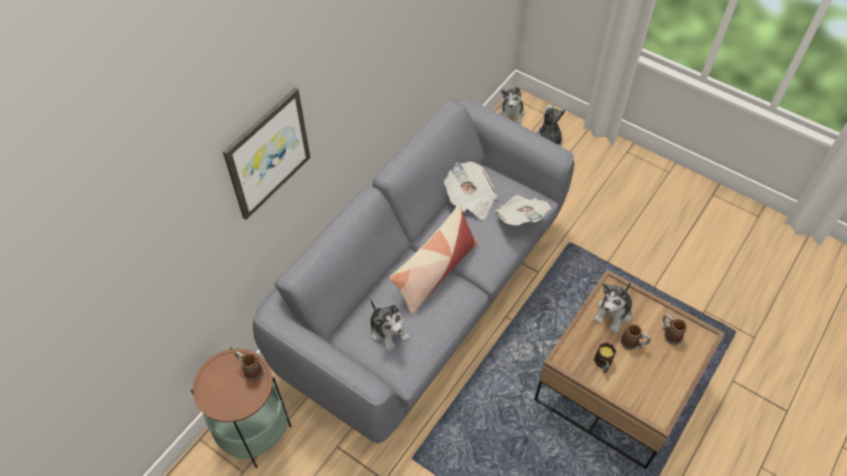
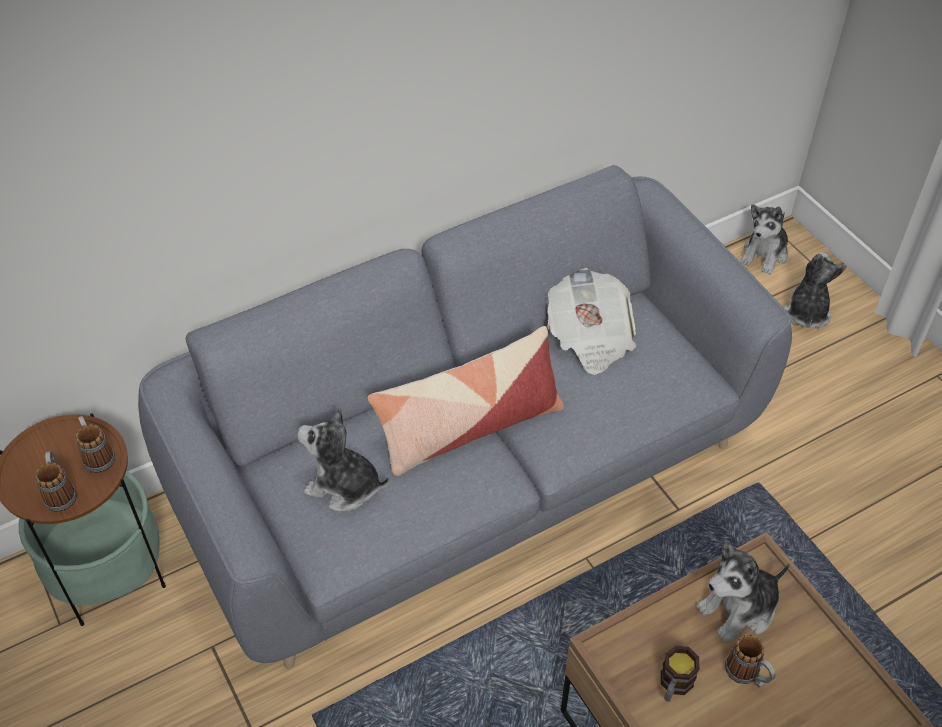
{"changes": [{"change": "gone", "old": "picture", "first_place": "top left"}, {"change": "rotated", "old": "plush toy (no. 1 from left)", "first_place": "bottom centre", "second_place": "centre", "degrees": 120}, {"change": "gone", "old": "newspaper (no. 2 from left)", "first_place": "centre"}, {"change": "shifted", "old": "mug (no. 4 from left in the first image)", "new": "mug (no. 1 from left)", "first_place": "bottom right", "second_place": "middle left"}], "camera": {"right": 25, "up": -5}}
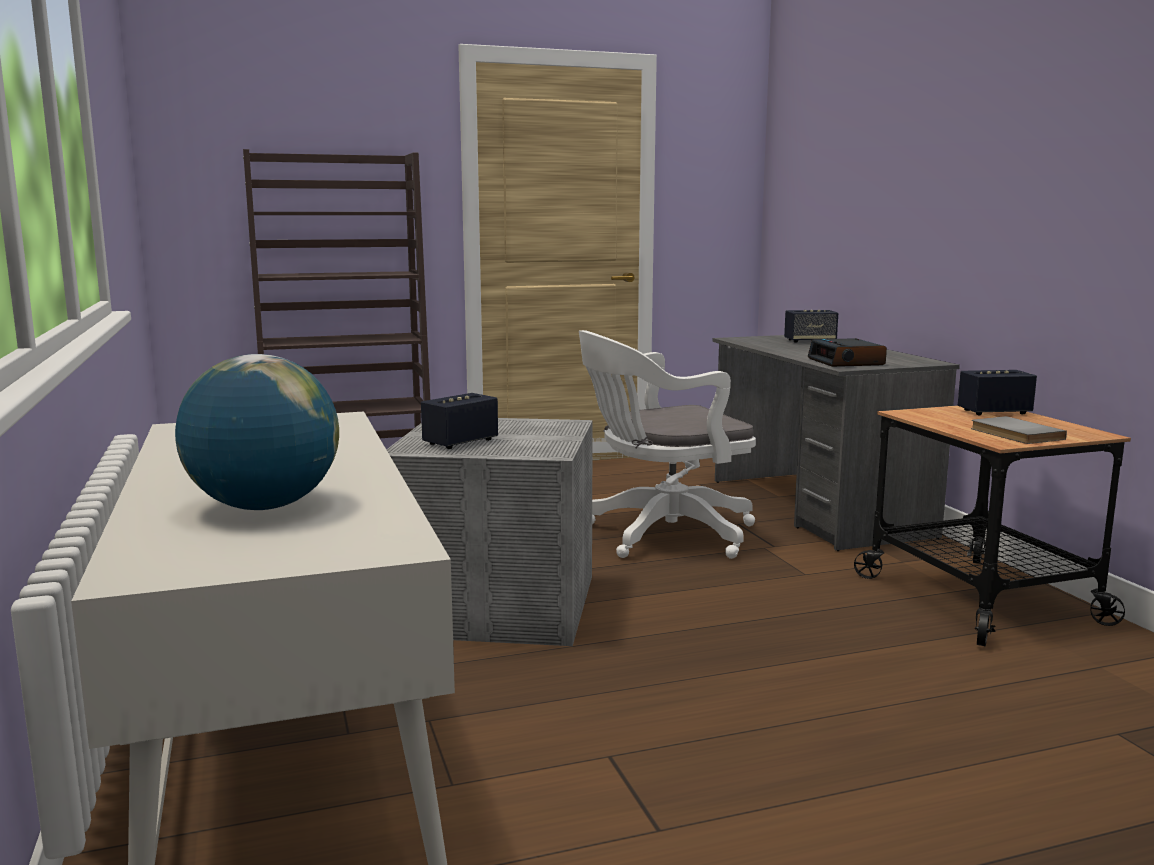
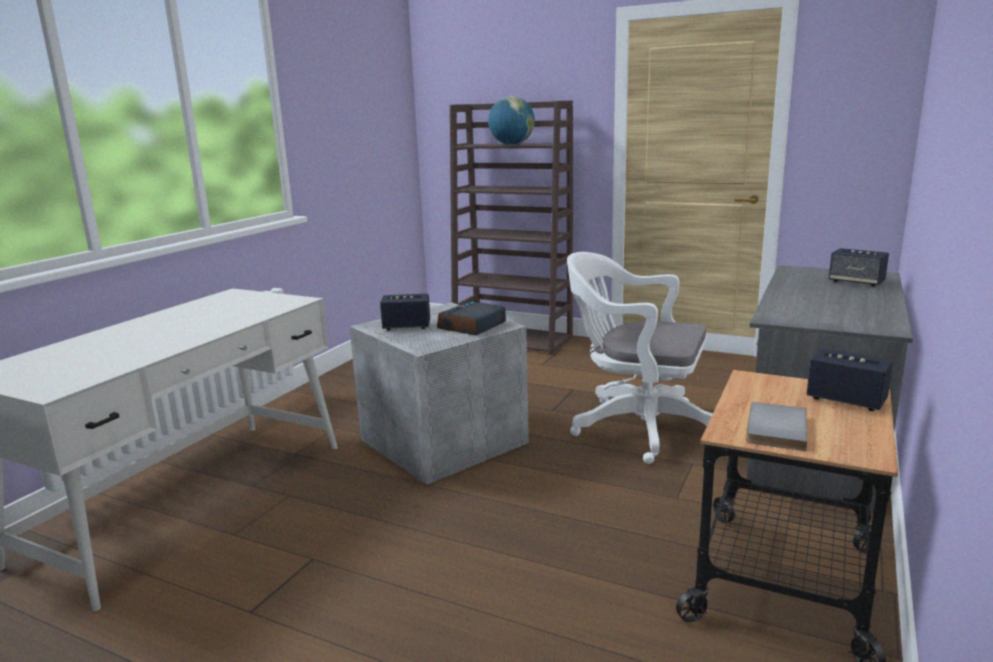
{"changes": [{"change": "shifted", "old": "globe", "first_place": "middle left", "second_place": "top centre"}, {"change": "shifted", "old": "alarm clock", "first_place": "middle right", "second_place": "centre"}], "camera": {"right": 45, "up": 5}}
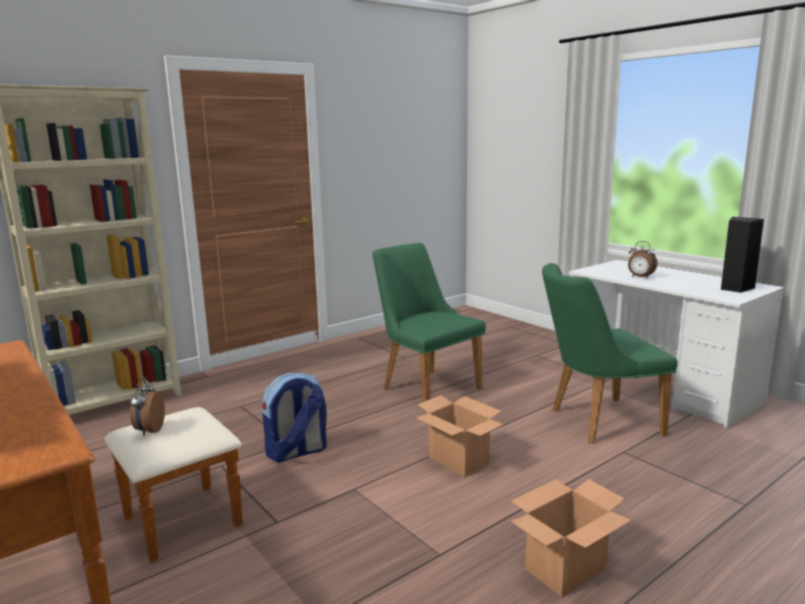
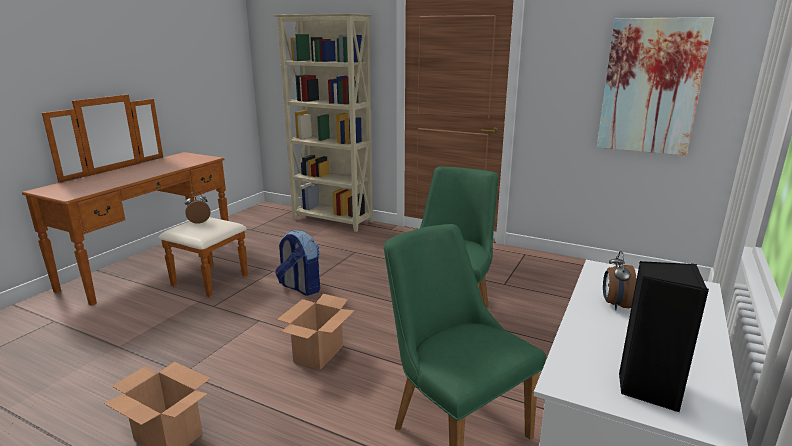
{"changes": [{"change": "new", "new": "picture", "second_place": "top right"}], "camera": {"right": 65, "up": 5}}
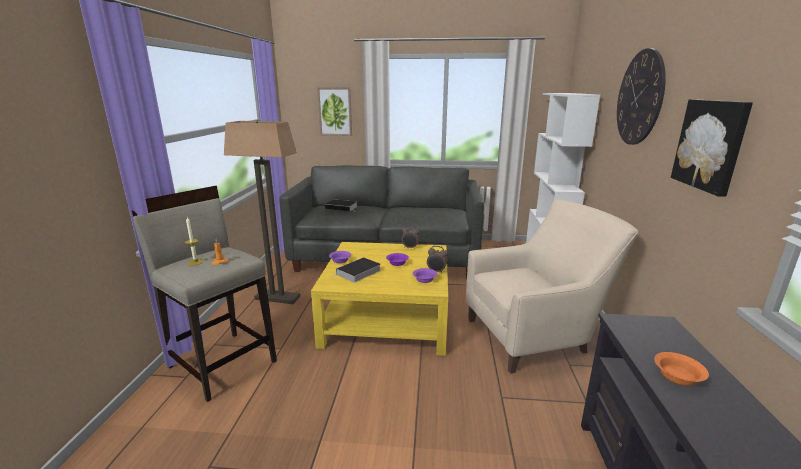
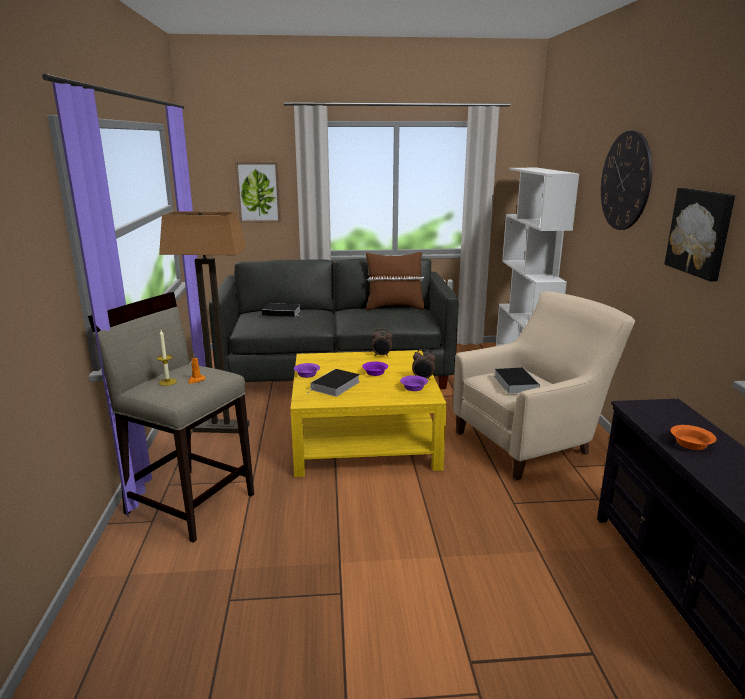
{"changes": [{"change": "new", "new": "brown pillow", "second_place": "centre"}, {"change": "new", "new": "book (no. 3 from left)", "second_place": "middle right"}], "camera": {"right": -10, "up": 0}}
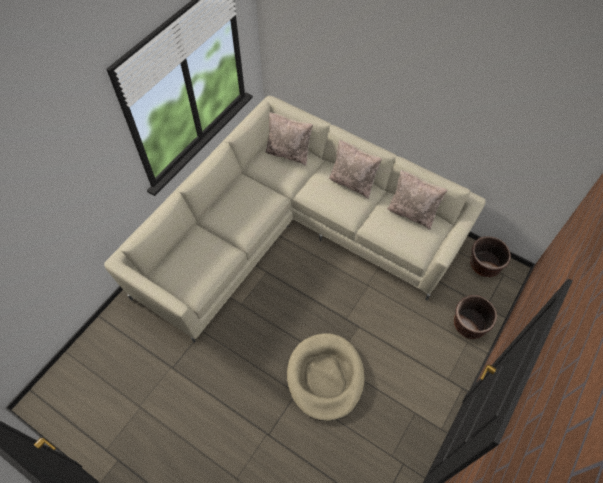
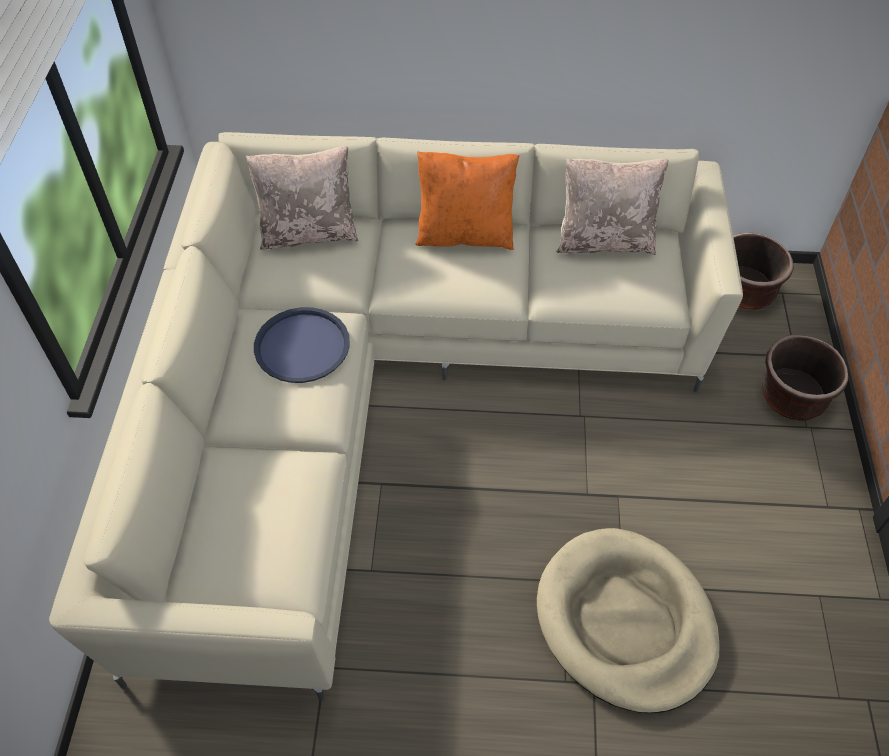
{"changes": [{"change": "repainted", "old": "beige pillow (no. 2 from left)", "new": "orange pillow", "first_place": "centre", "second_place": "top centre"}, {"change": "new", "new": "blue tray", "second_place": "centre"}], "camera": {"right": -30, "up": -5}}
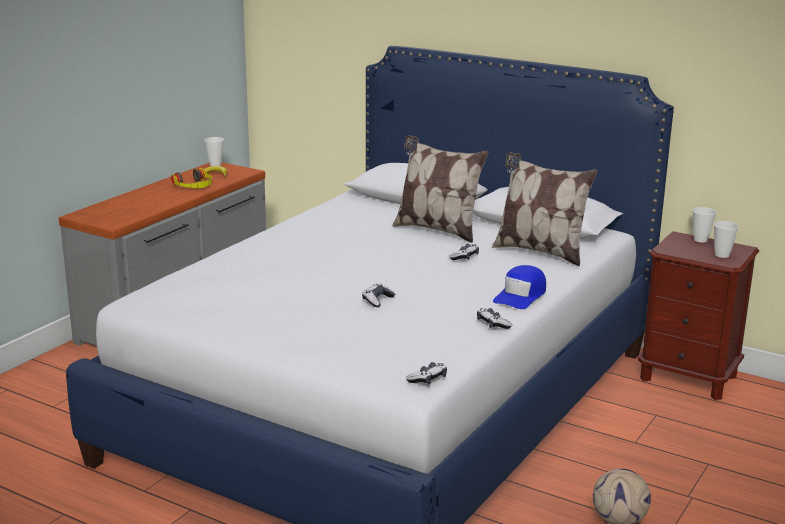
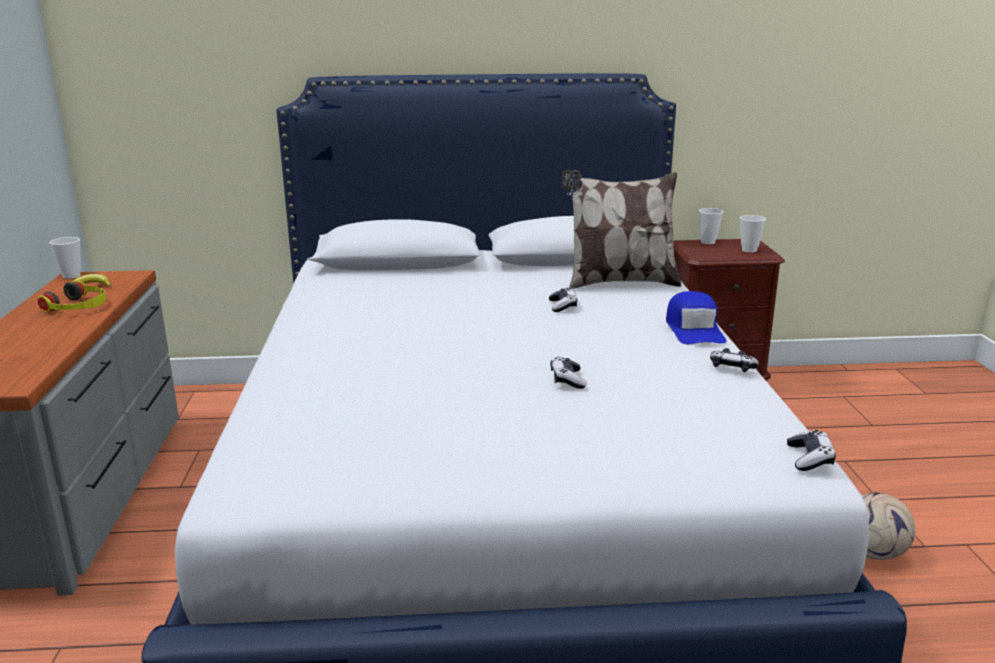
{"changes": [{"change": "gone", "old": "pillow (no. 1 from left)", "first_place": "centre"}], "camera": {"right": -35, "up": 0}}
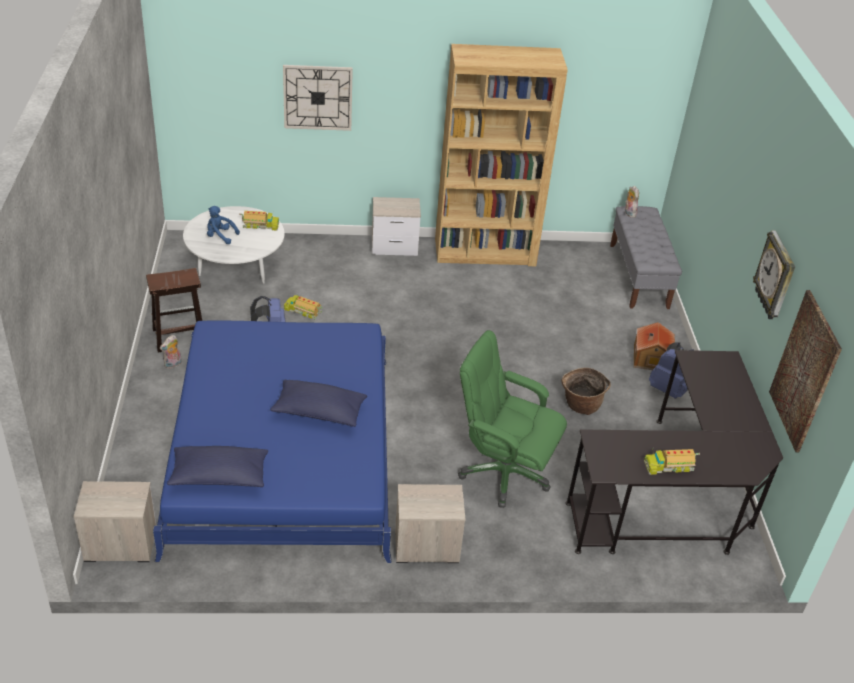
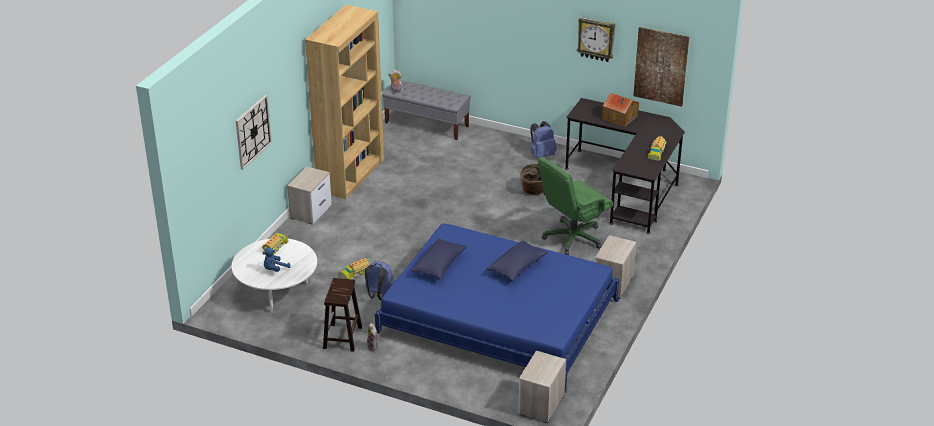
{"changes": [{"change": "shifted", "old": "blue pillow (no. 1 from left)", "first_place": "bottom left", "second_place": "centre"}, {"change": "shifted", "old": "toy house", "first_place": "middle right", "second_place": "top centre"}], "camera": {"right": -60, "up": -5}}
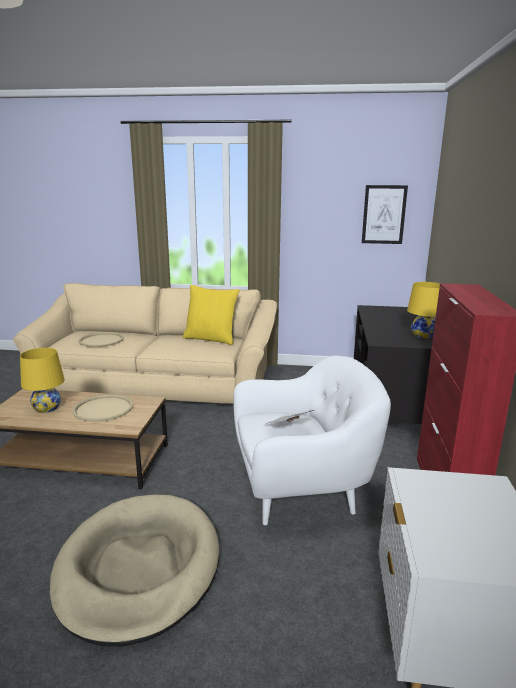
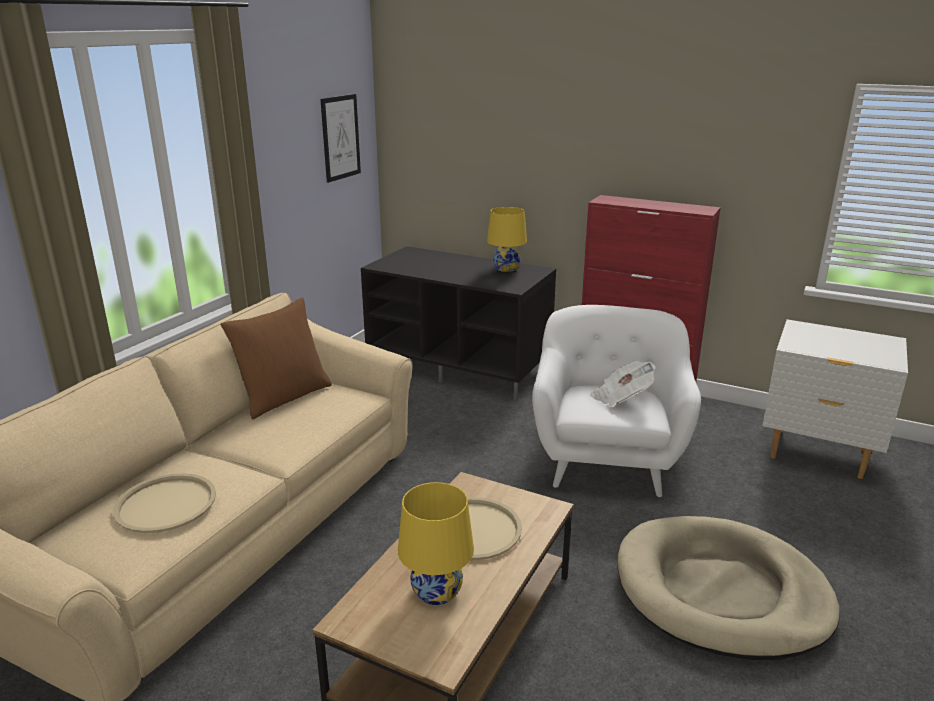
{"changes": [{"change": "repainted", "old": "yellow pillow", "new": "brown pillow", "first_place": "centre", "second_place": "middle left"}], "camera": {"right": -70, "up": 5}}
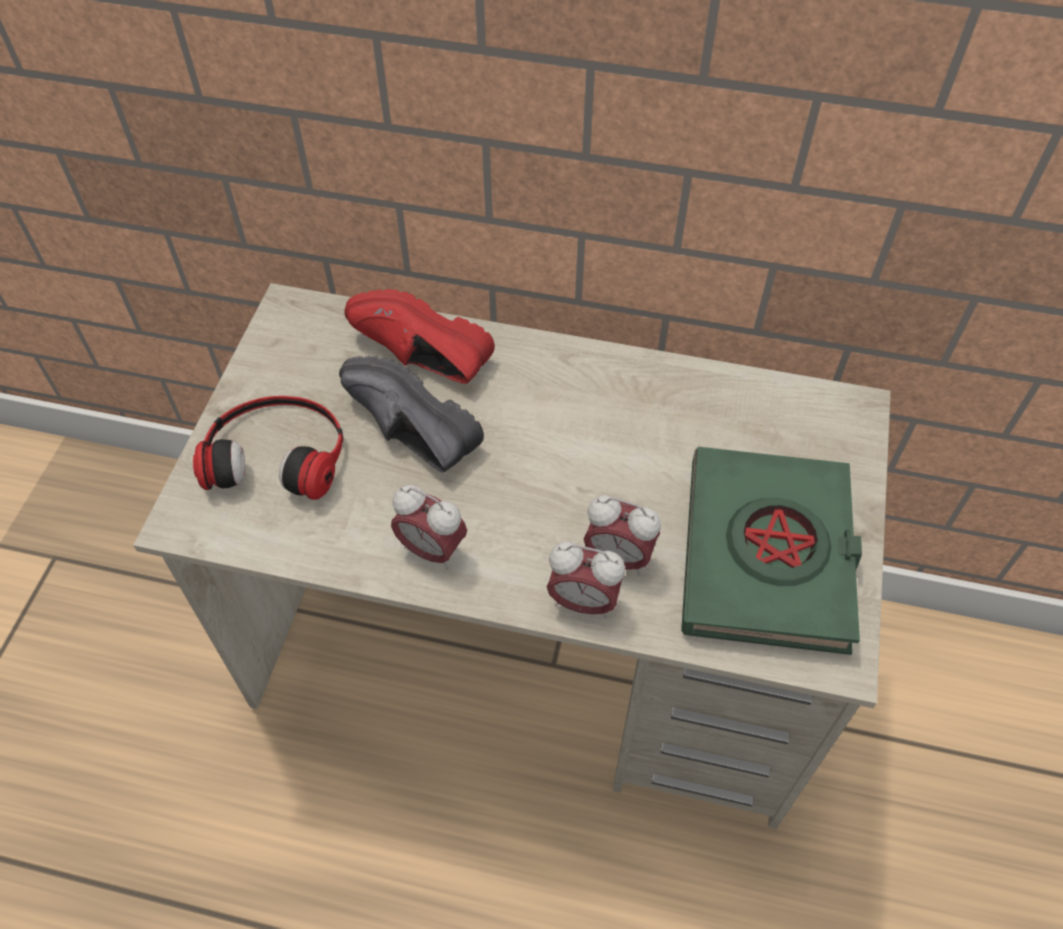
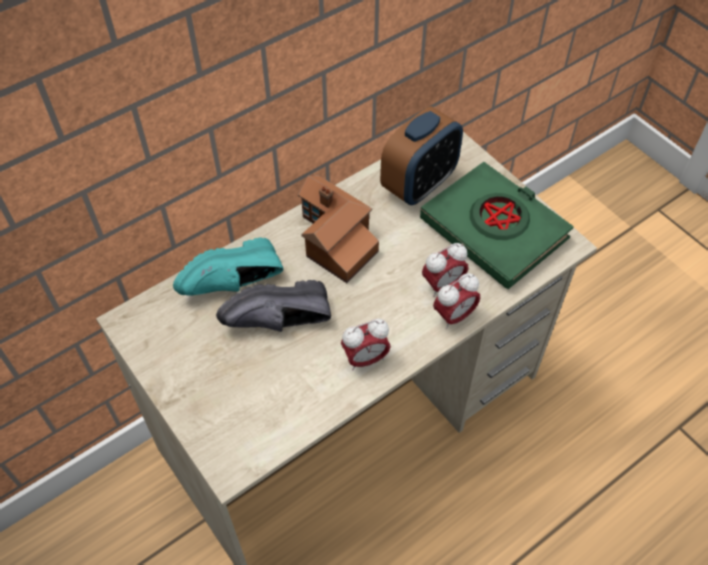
{"changes": [{"change": "gone", "old": "headphones", "first_place": "middle left"}, {"change": "repainted", "old": "red shoe", "new": "turquoise shoe", "first_place": "centre", "second_place": "middle left"}, {"change": "new", "new": "toy house", "second_place": "centre"}, {"change": "new", "new": "alarm clock (no. 2 from left)", "second_place": "top centre"}], "camera": {"right": -50, "up": 0}}
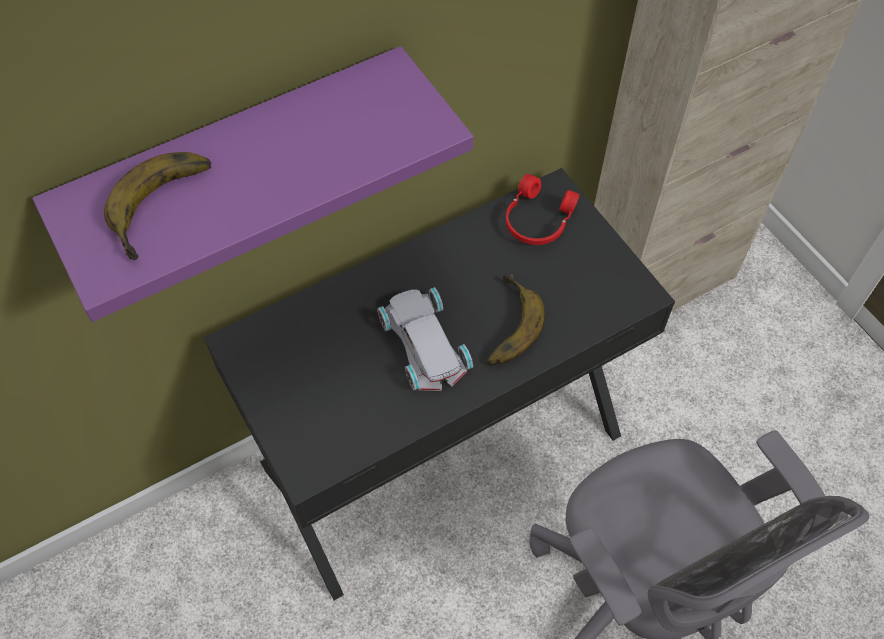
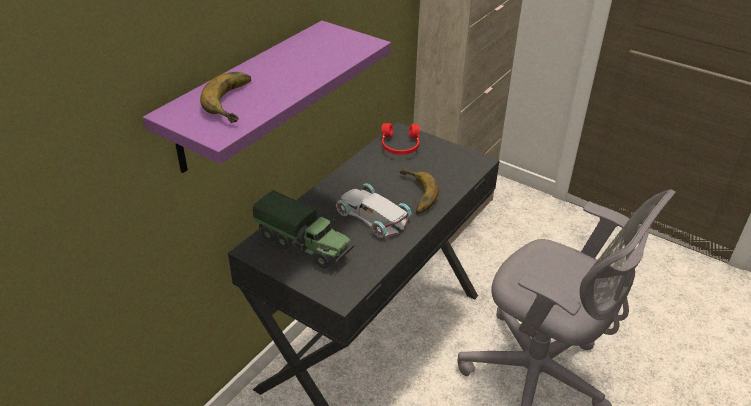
{"changes": [{"change": "new", "new": "toy truck", "second_place": "centre"}], "camera": {"right": -25, "up": -20}}
